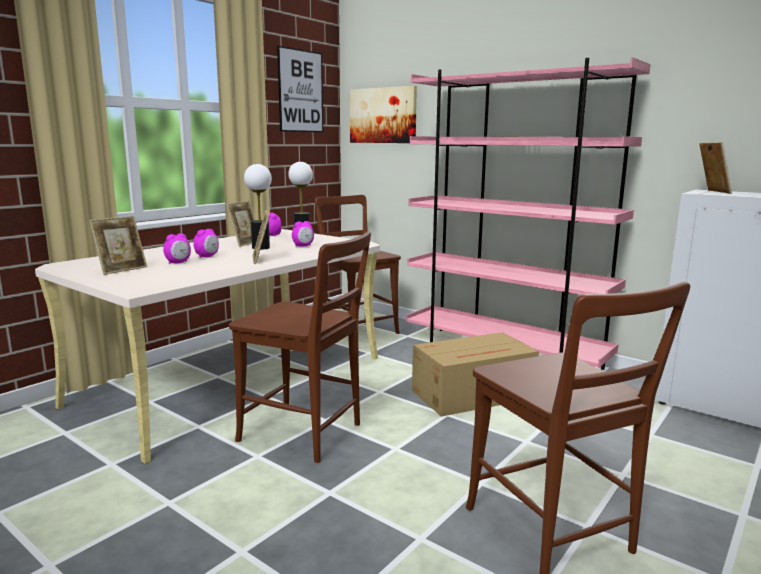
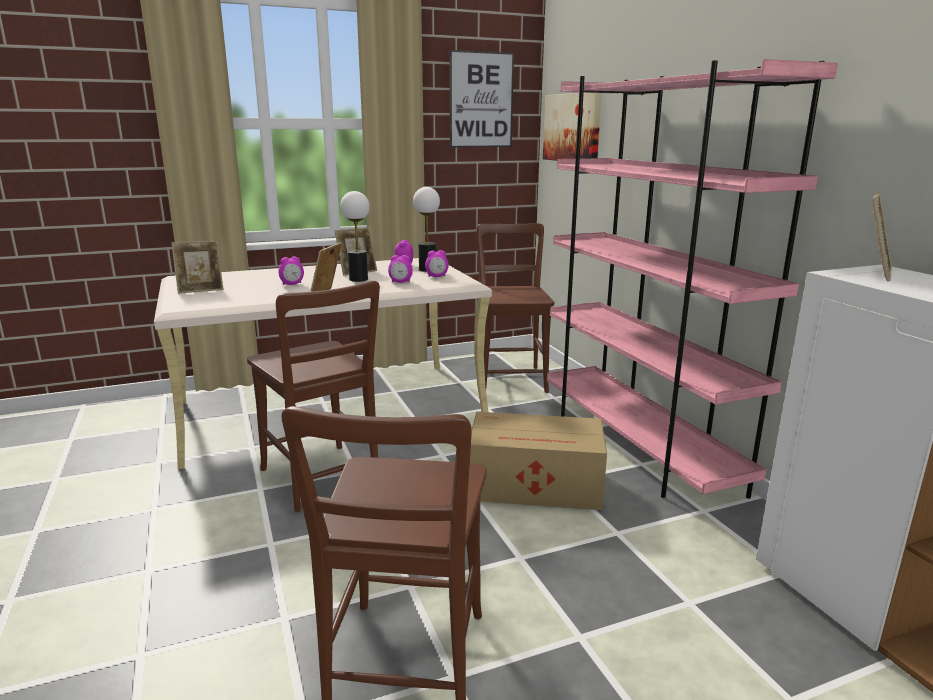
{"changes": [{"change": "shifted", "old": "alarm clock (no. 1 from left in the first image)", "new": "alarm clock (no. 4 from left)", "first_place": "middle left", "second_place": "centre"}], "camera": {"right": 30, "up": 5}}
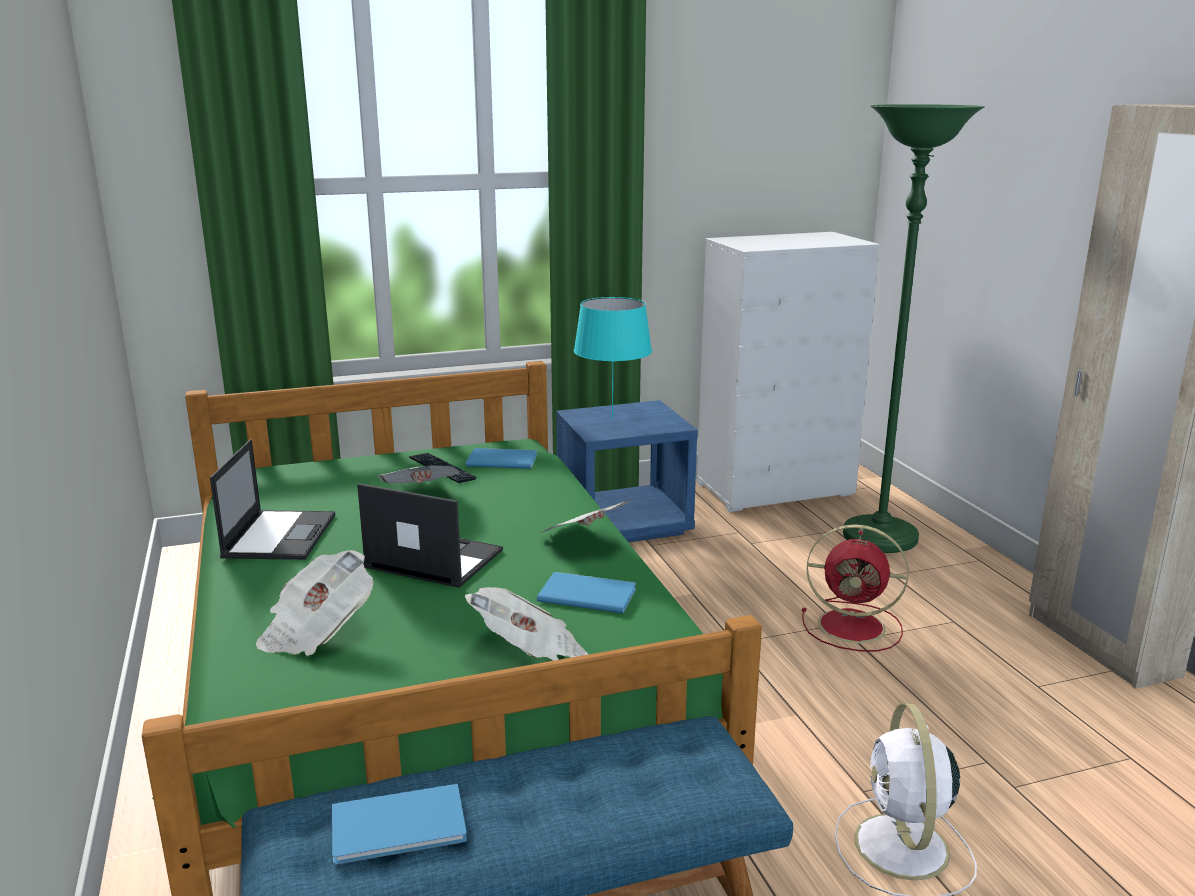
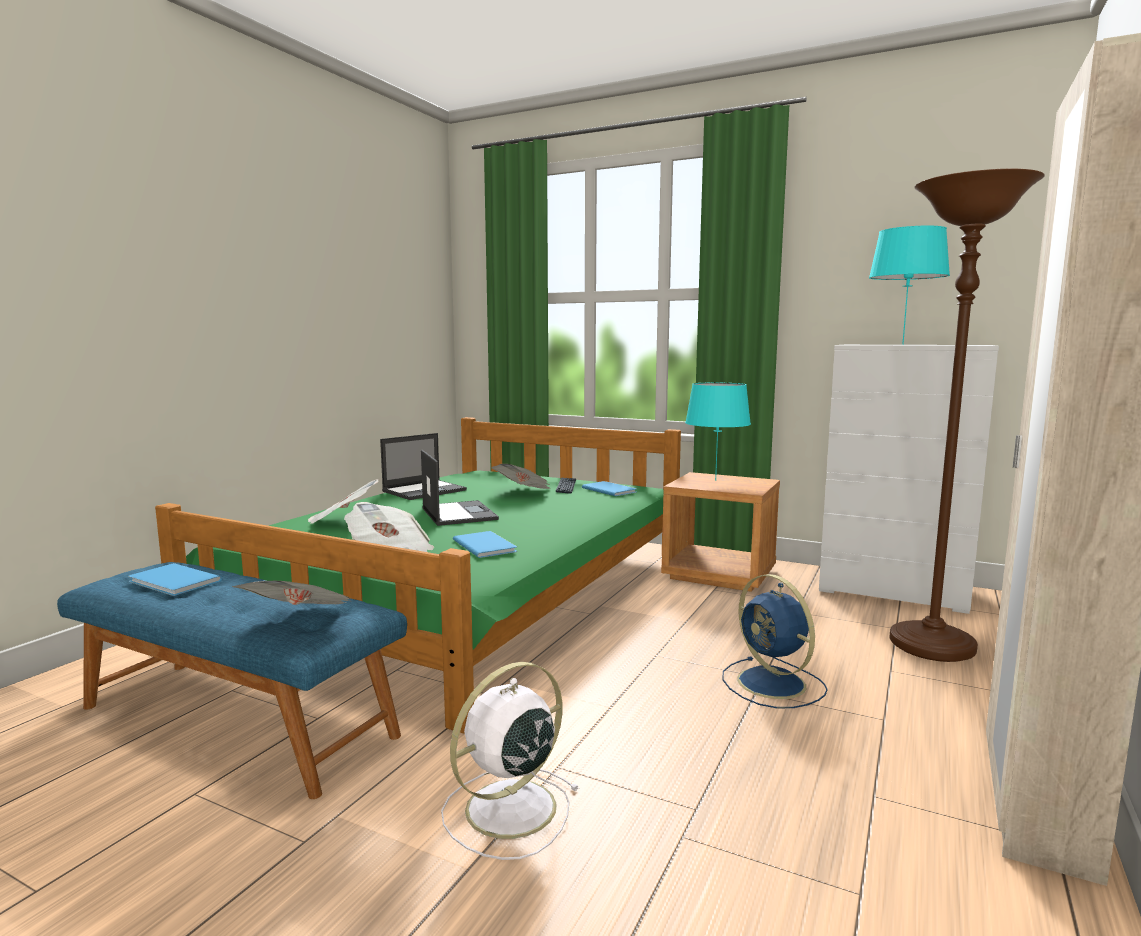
{"changes": [{"change": "shifted", "old": "newspaper (no. 4 from left in the first image)", "new": "newspaper (no. 1 from left)", "first_place": "centre", "second_place": "middle left"}, {"change": "repainted", "old": "blue nightstand", "new": "brown nightstand", "first_place": "centre", "second_place": "centre"}, {"change": "repainted", "old": "red fan", "new": "blue fan", "first_place": "middle right", "second_place": "bottom right"}, {"change": "repainted", "old": "green floor lamp", "new": "brown floor lamp", "first_place": "middle right", "second_place": "middle right"}, {"change": "new", "new": "turquoise table lamp (no. 2 from left)", "second_place": "top right"}], "camera": {"right": 45, "up": -10}}
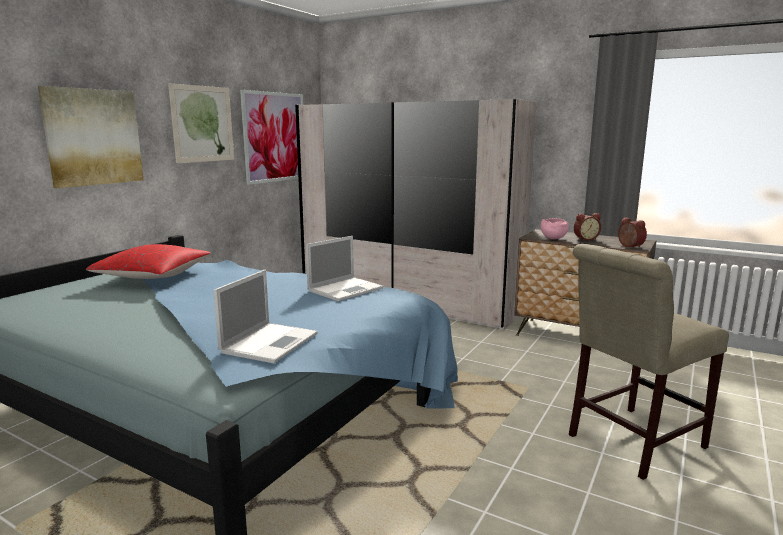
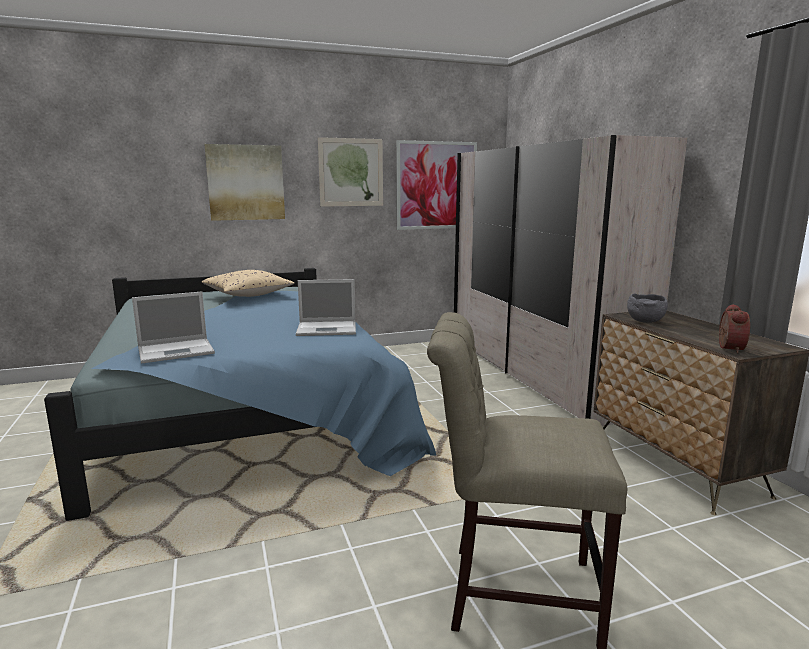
{"changes": [{"change": "repainted", "old": "red pillow", "new": "beige pillow", "first_place": "middle left", "second_place": "middle left"}, {"change": "repainted", "old": "pink bowl", "new": "grey bowl", "first_place": "middle right", "second_place": "middle right"}, {"change": "gone", "old": "alarm clock (no. 1 from left)", "first_place": "middle right"}], "camera": {"right": 40, "up": 0}}
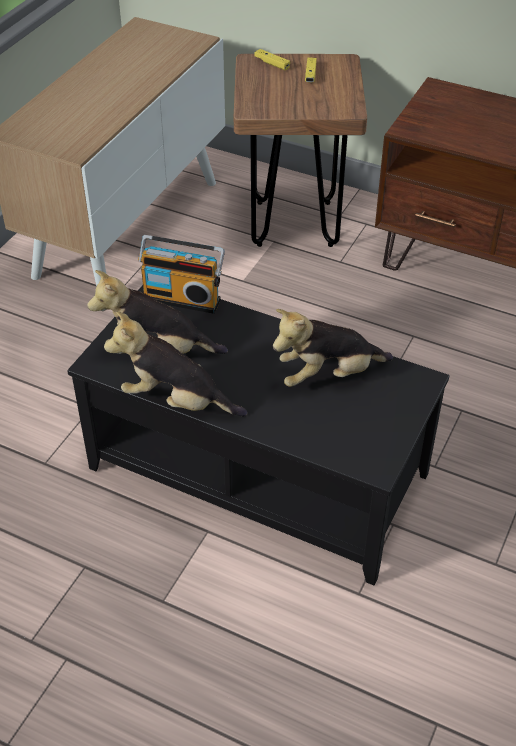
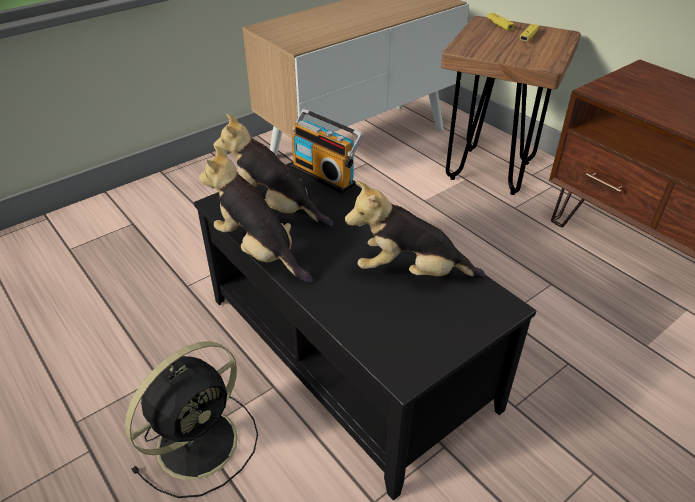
{"changes": [{"change": "new", "new": "black fan", "second_place": "bottom left"}], "camera": {"right": 25, "up": -5}}
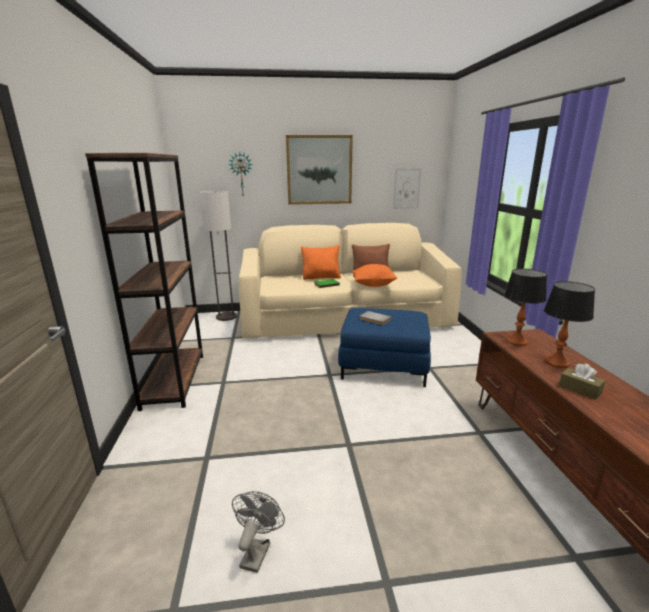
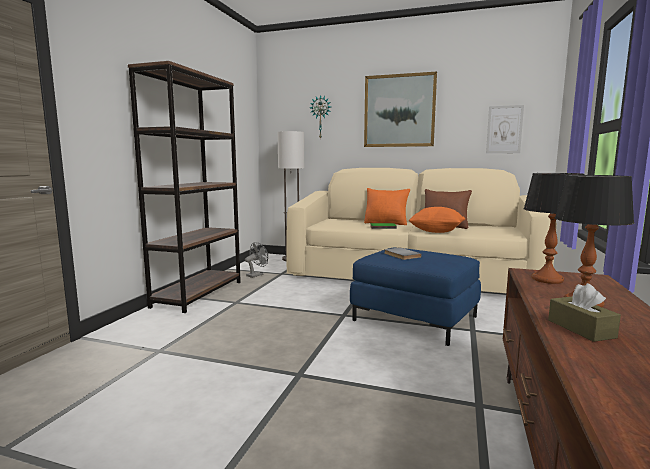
{"changes": [{"change": "shifted", "old": "grey fan", "first_place": "bottom centre", "second_place": "centre"}], "camera": {"right": 25, "up": -10}}
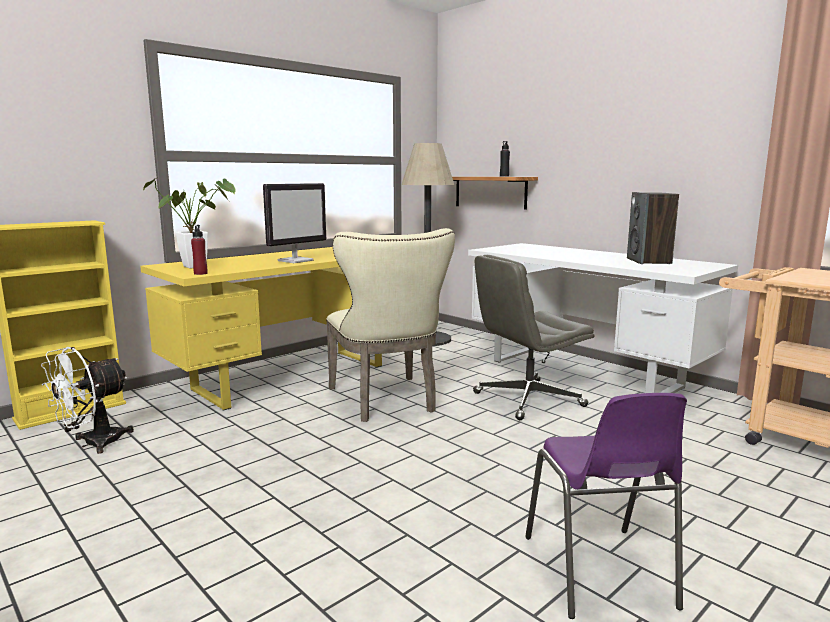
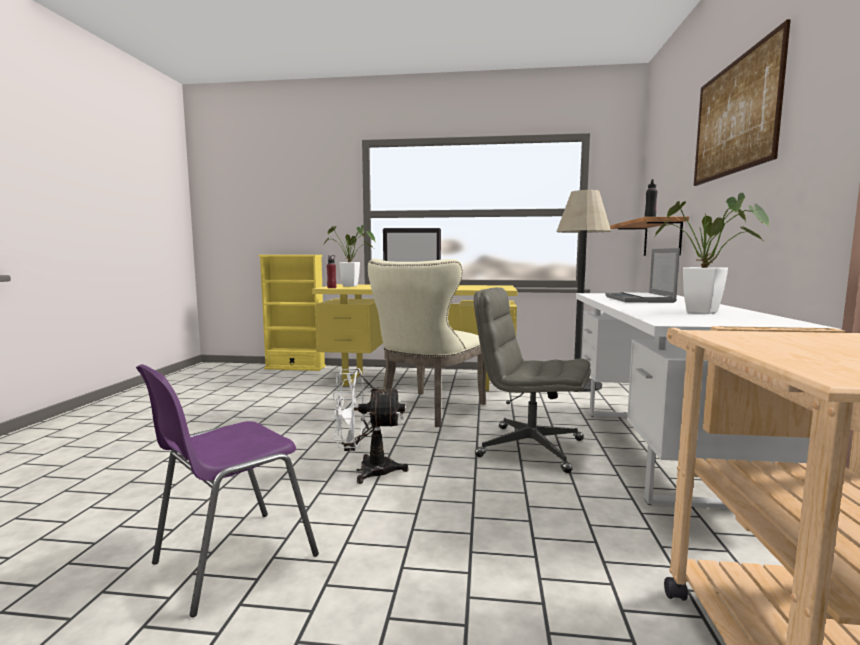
{"changes": [{"change": "shifted", "old": "white fan", "first_place": "middle left", "second_place": "centre"}, {"change": "swapped", "old": "speaker", "new": "potted plant (no. 2 from left)", "first_place": "middle right", "second_place": "middle right"}, {"change": "new", "new": "laptop", "second_place": "middle right"}, {"change": "new", "new": "picture", "second_place": "top right"}], "camera": {"right": 50, "up": -5}}
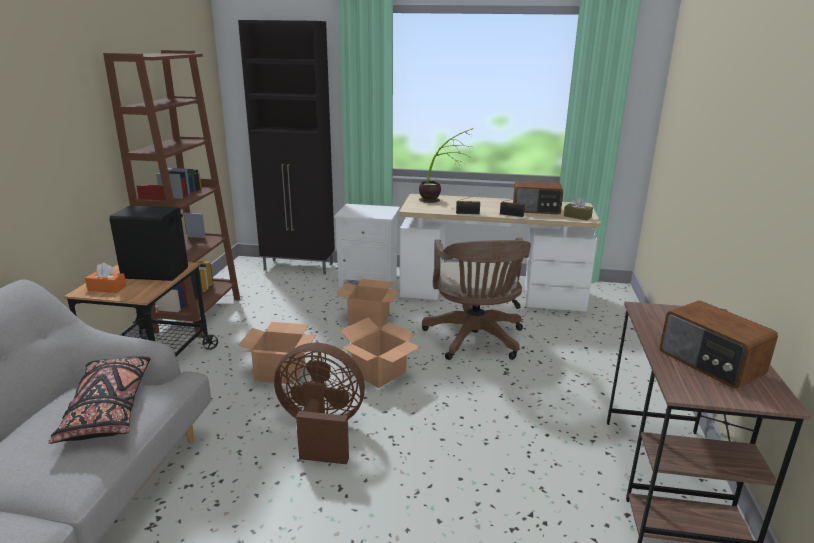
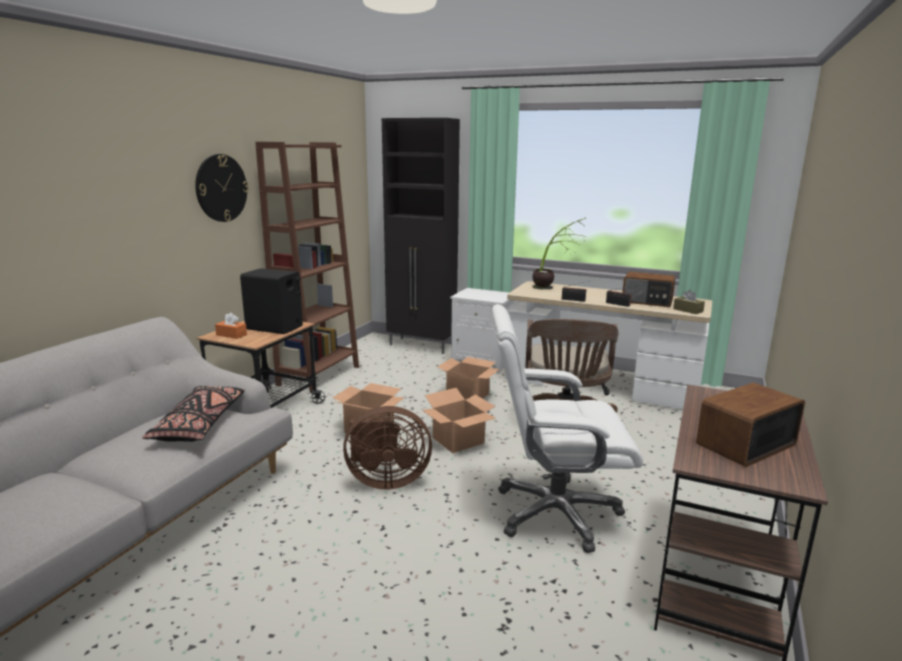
{"changes": [{"change": "rotated", "old": "brown fan", "first_place": "bottom centre", "second_place": "bottom centre", "degrees": 150}, {"change": "rotated", "old": "radio (no. 4 from left)", "first_place": "middle right", "second_place": "middle right", "degrees": 75}, {"change": "new", "new": "wall clock", "second_place": "top left"}, {"change": "new", "new": "white office chair", "second_place": "centre"}], "camera": {"right": 15, "up": -5}}
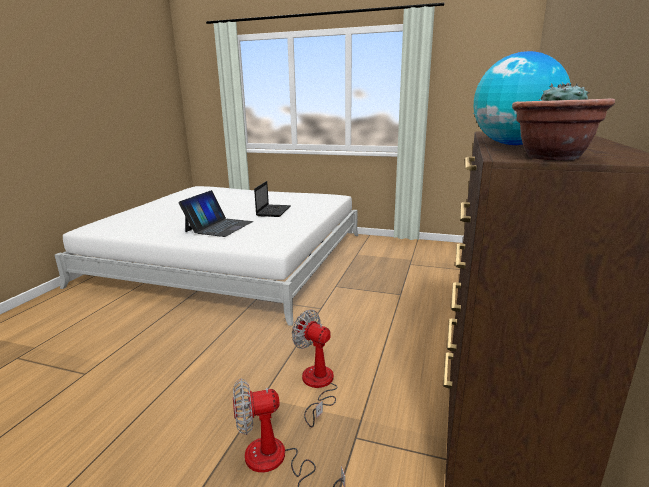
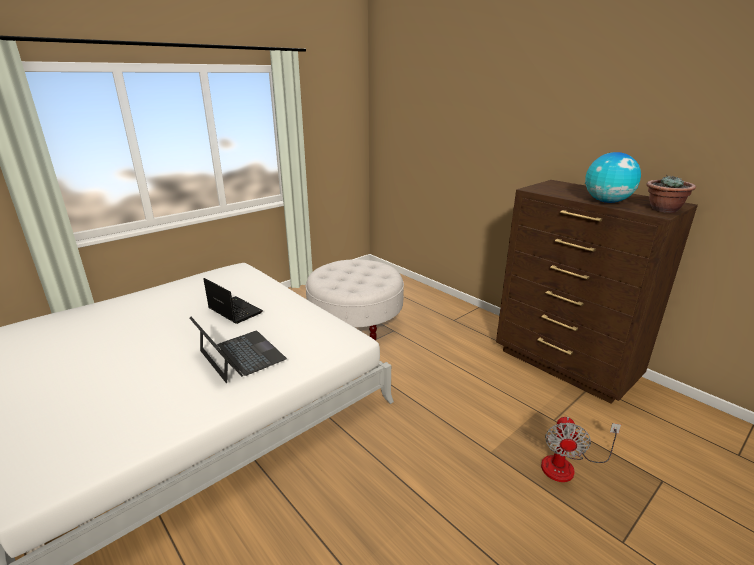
{"changes": [{"change": "gone", "old": "fan (no. 2 from left)", "first_place": "bottom centre"}, {"change": "new", "new": "white ottoman", "second_place": "centre"}], "camera": {"right": -60, "up": 5}}
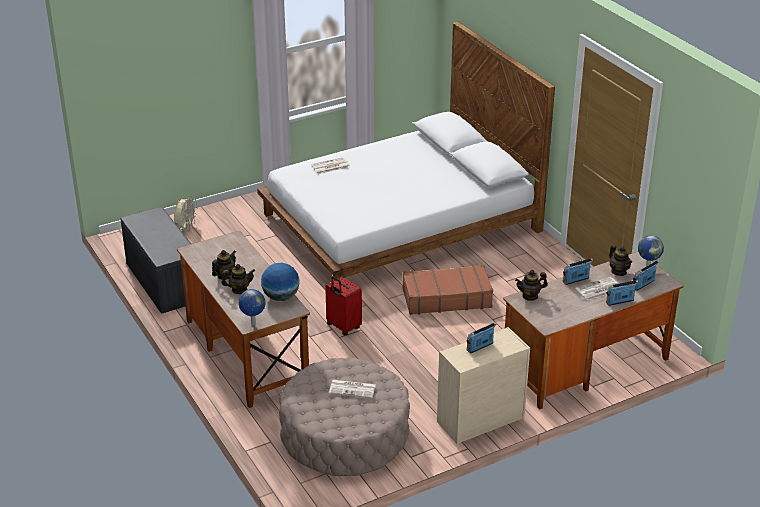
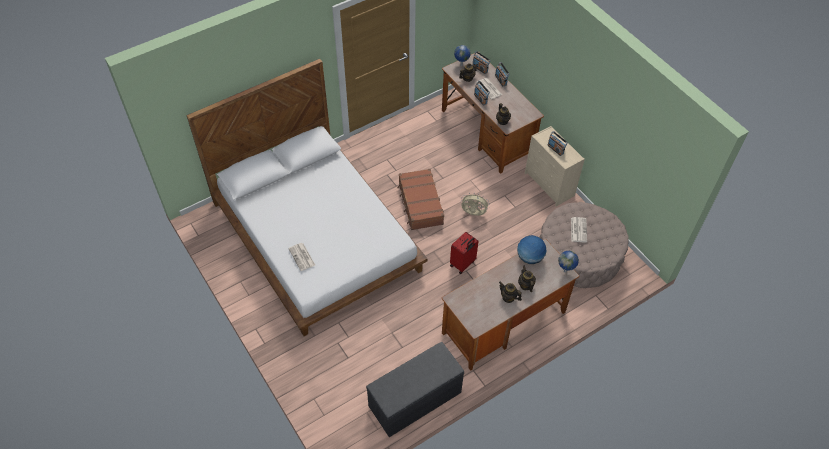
{"changes": [{"change": "shifted", "old": "beige fan", "first_place": "middle left", "second_place": "centre"}], "camera": {"right": -95, "up": 20}}
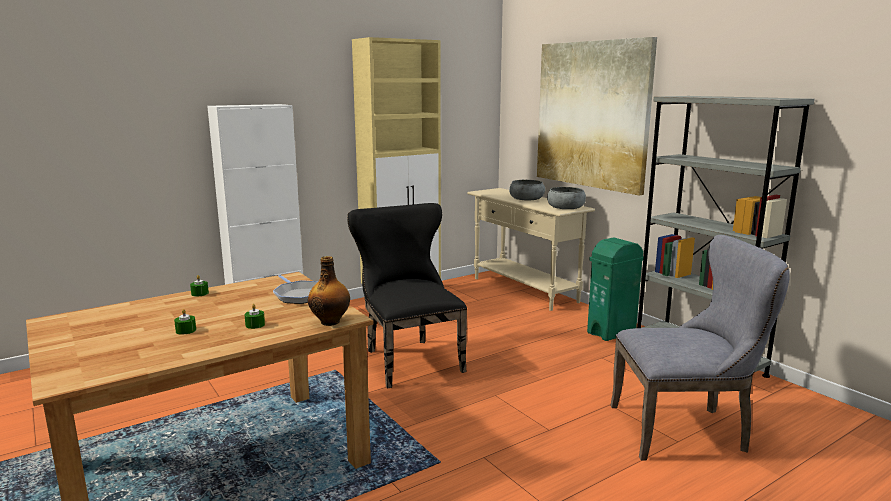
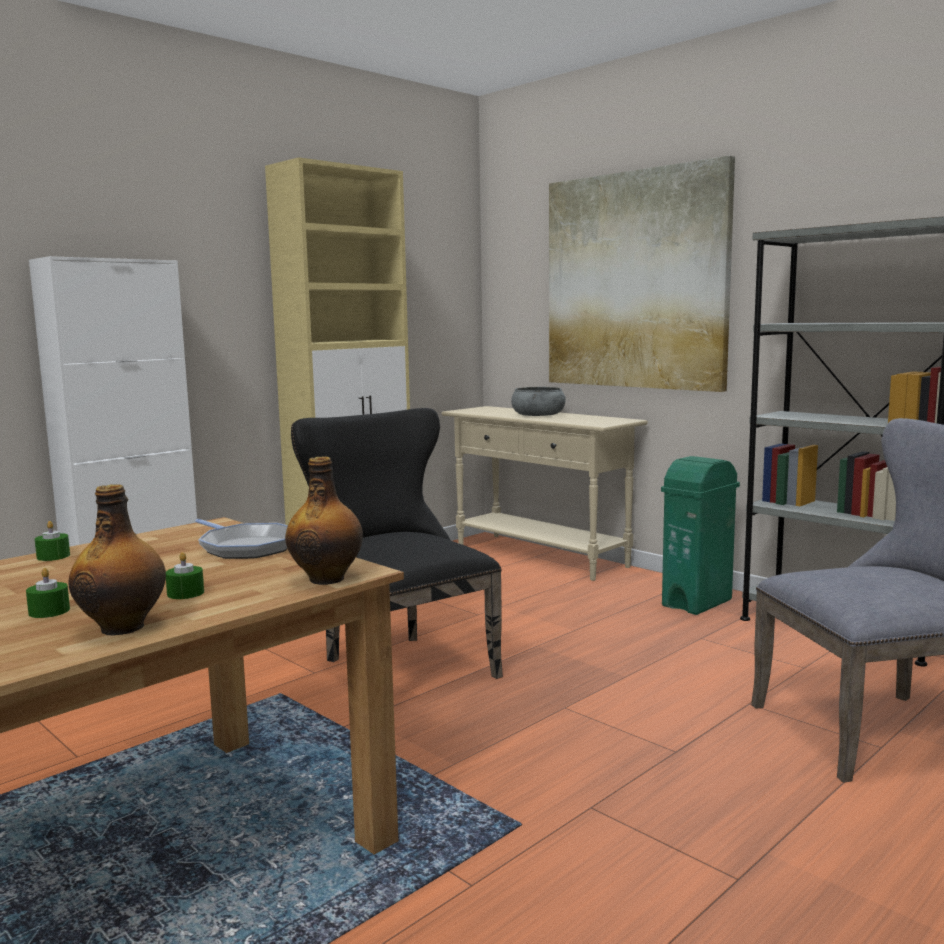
{"changes": [{"change": "gone", "old": "grey bowl (no. 2 from left)", "first_place": "centre"}, {"change": "new", "new": "bottle (no. 1 from left)", "second_place": "middle left"}], "camera": {"right": -10, "up": -5}}
